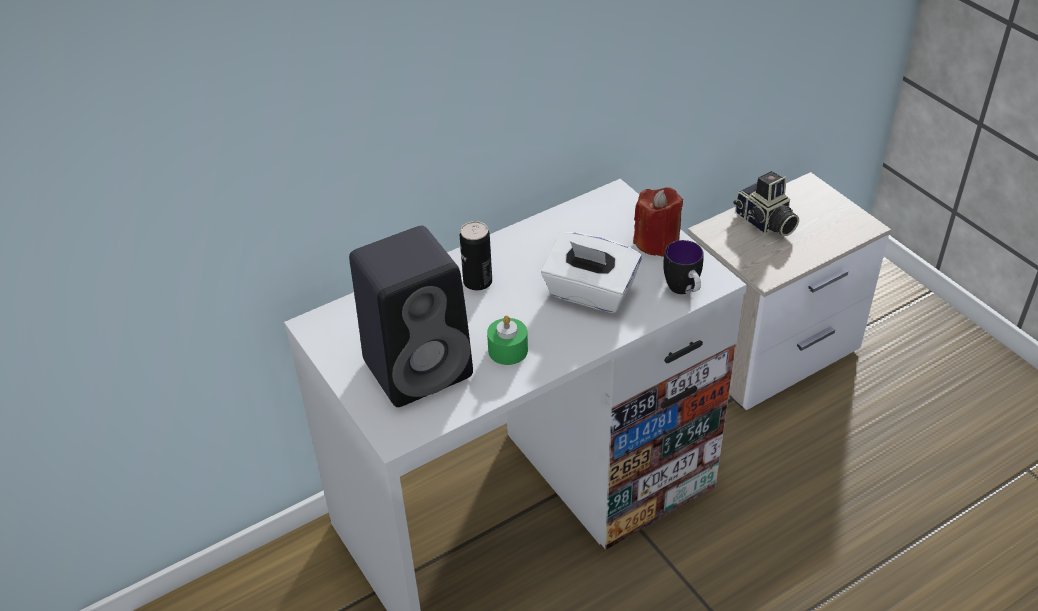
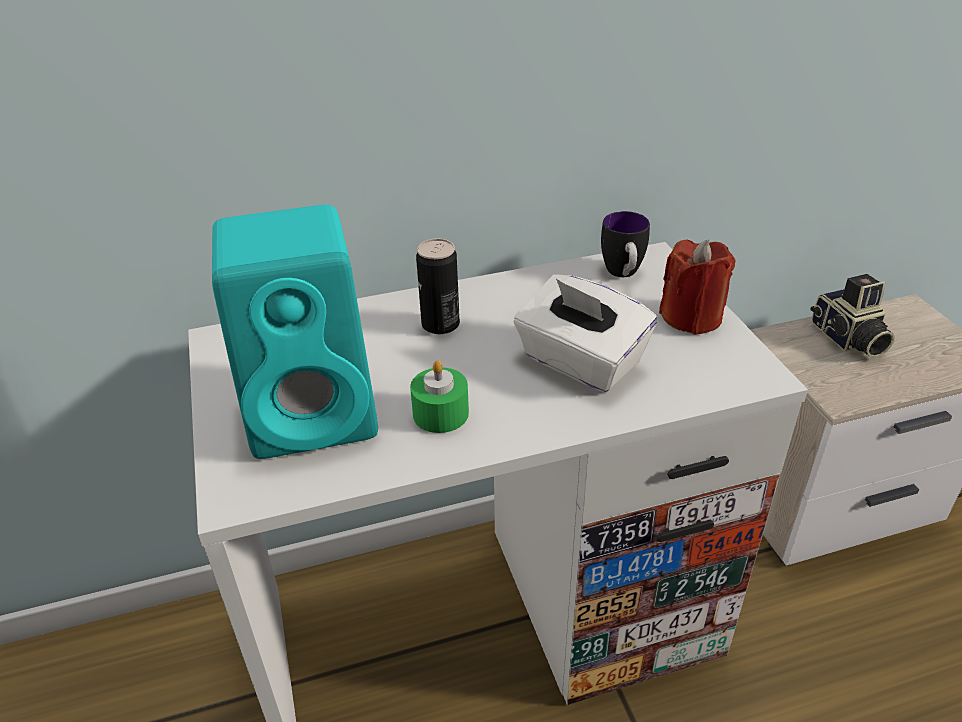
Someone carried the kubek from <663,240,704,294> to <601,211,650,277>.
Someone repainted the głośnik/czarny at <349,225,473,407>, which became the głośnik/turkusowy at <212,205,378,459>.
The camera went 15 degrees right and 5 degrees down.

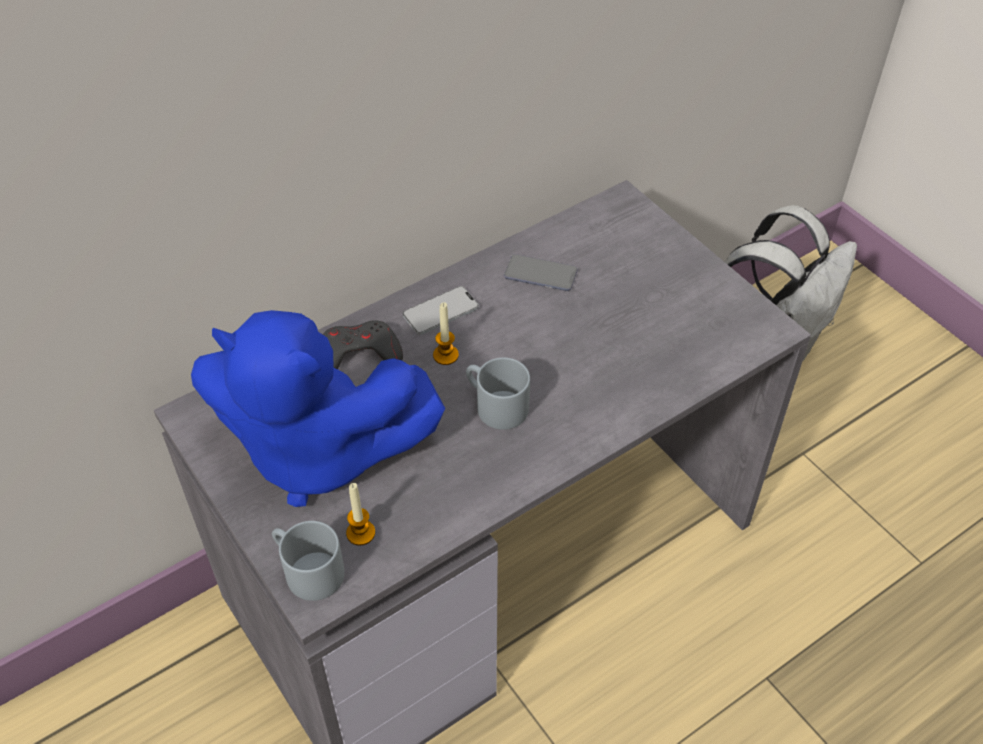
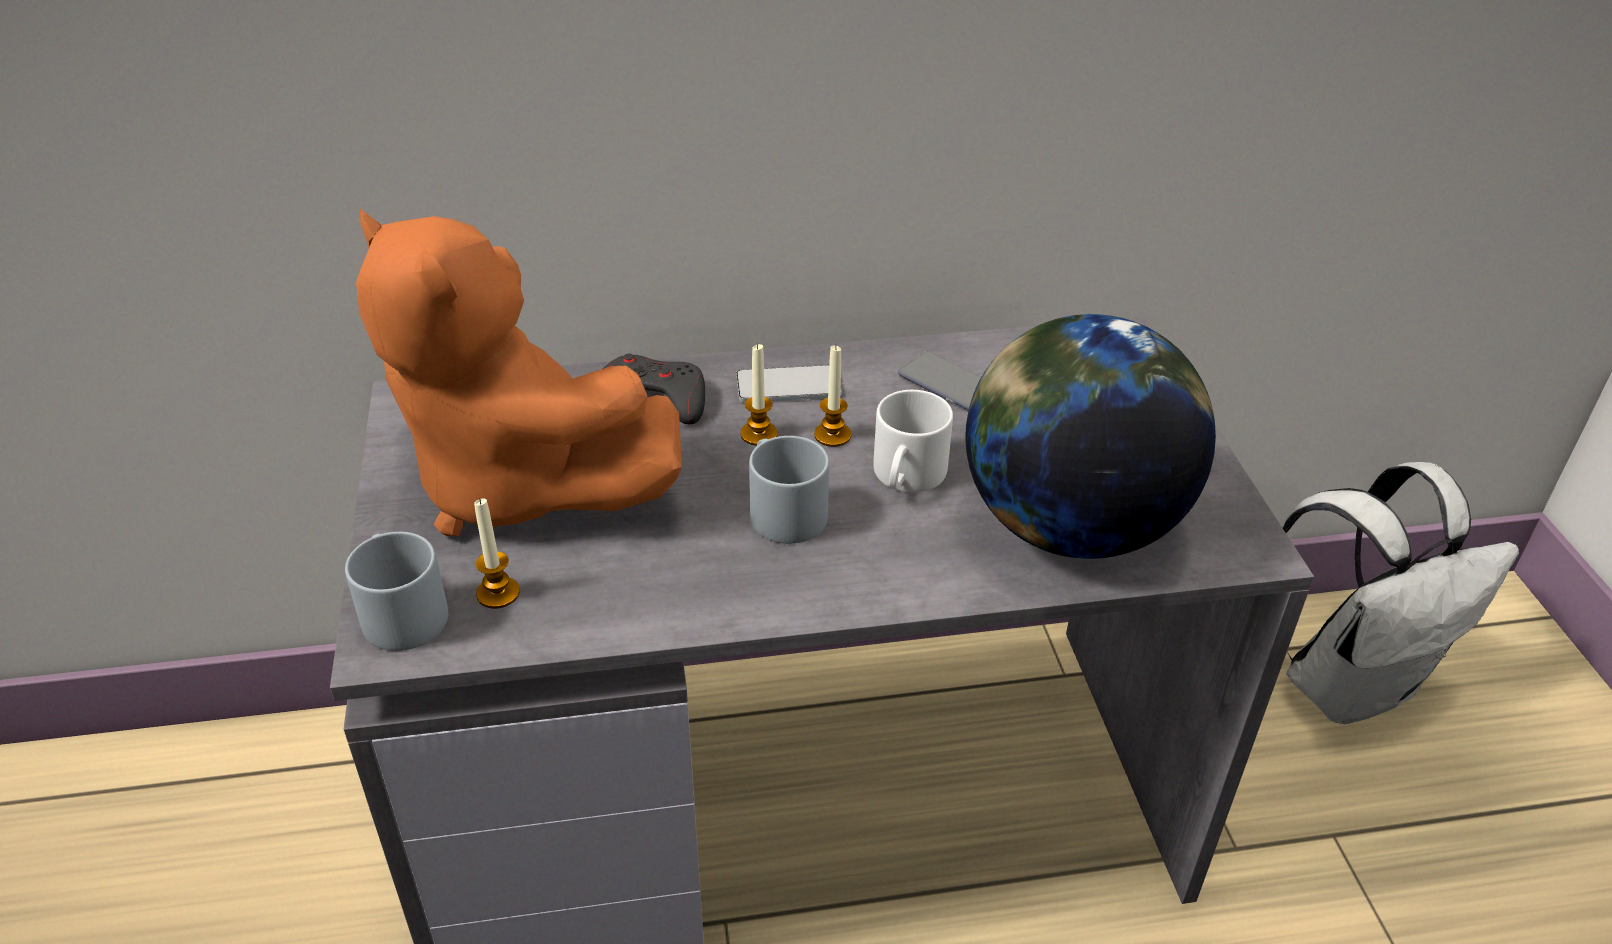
Someone put down the świeca at <814,345,851,447>.
Someone put down the kubek/biały at <873,390,953,492>.
Someone put down the globus at <966,314,1216,559>.
Someone repainted the pluszak/niebieski at <191,310,445,507>, which became the pluszak/pomarańczowy at <356,209,682,536>.
The camera went 25 degrees right and 10 degrees down.

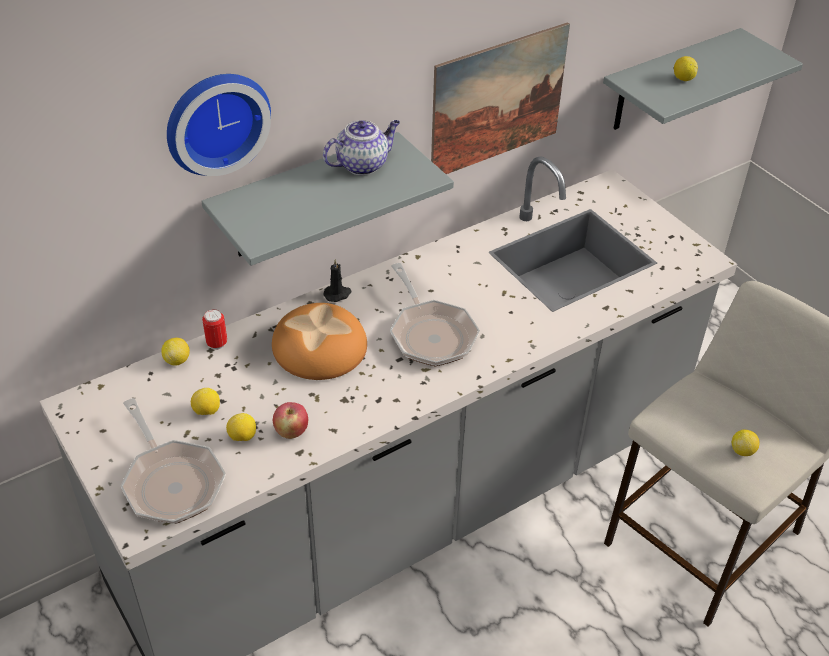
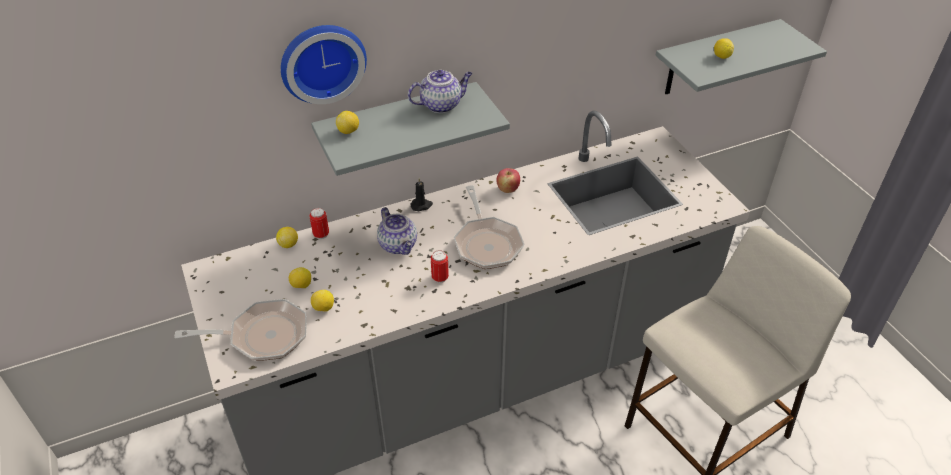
Someone took away the obraz at <431,22,570,174>.
Someone put down the puszka at <431,250,449,283>.
Someone carried the jabłko from <273,402,308,439> to <497,168,520,193>.
Someone carried the cytryna from <731,429,759,456> to <336,111,359,134>.
Someone swapped the chleb at <272,303,367,380> for the imbryk at <377,207,417,255>.
Someone rotated the patelnia at <120,398,226,524> by 75 degrees counterclockwise.
The camera went 10 degrees right and 0 degrees up.

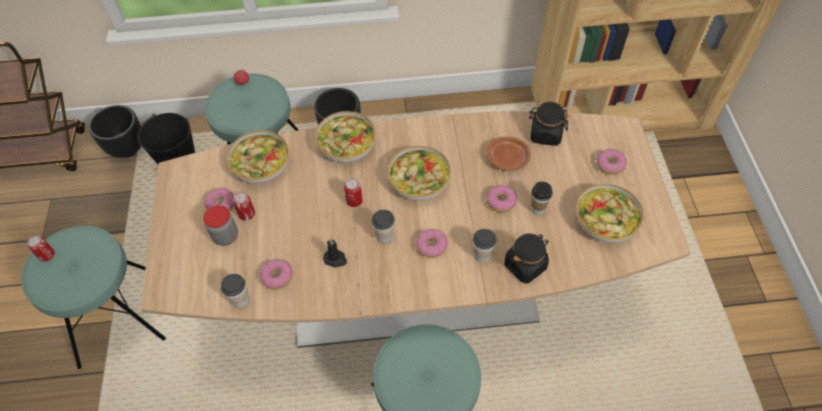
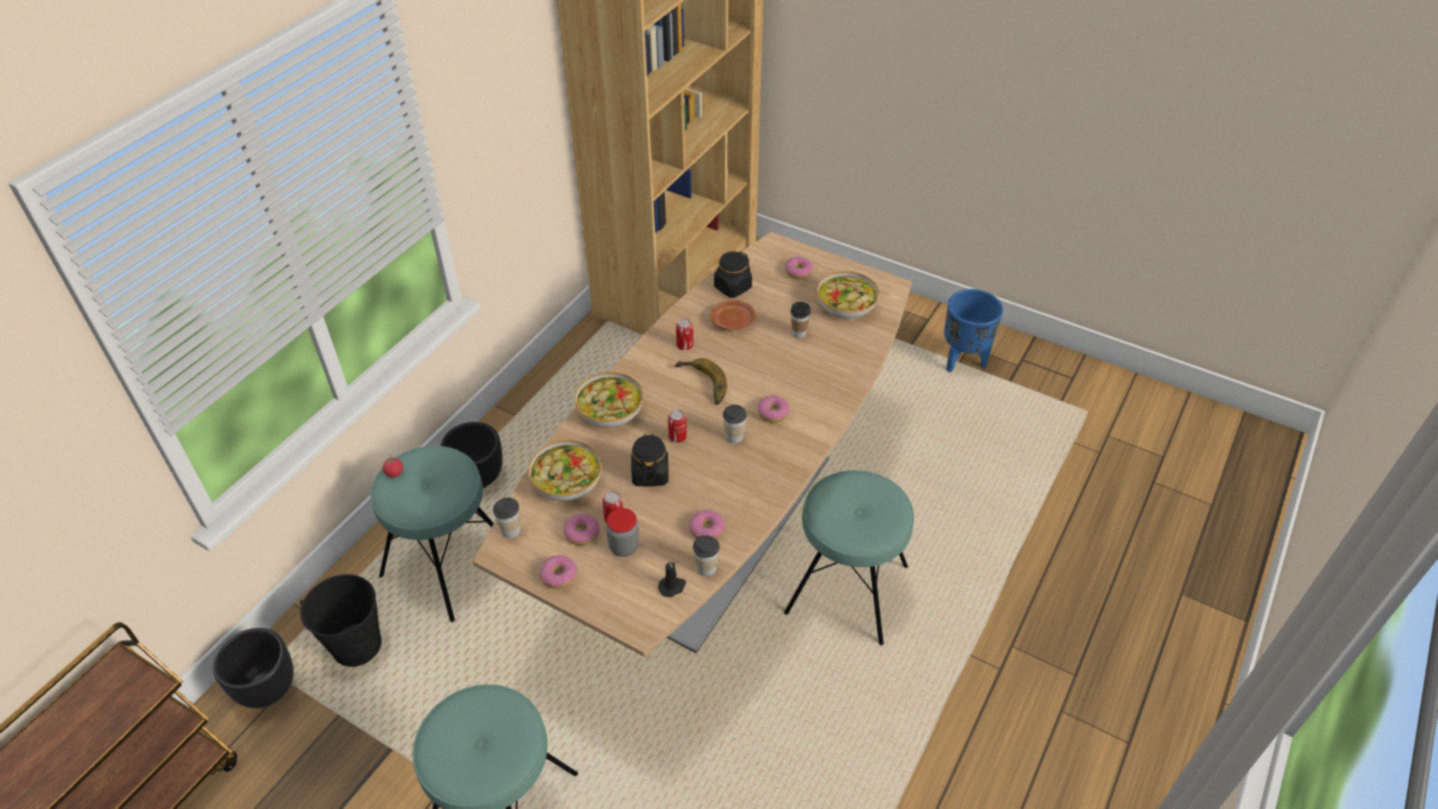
Someone put down the donica/niebieski at <944,289,1003,372>.
Someone carried the puszka from <27,235,55,262> to <676,318,693,350>.
Someone carried the świeca/czarny from <323,239,347,268> to <658,560,686,597>.
Someone carried the filiżanka from <473,229,496,263> to <493,498,521,538>.
Someone carried the donut from <486,185,517,212> to <539,555,577,589>.
Someone carried the słoik/czarny from <504,234,549,283> to <631,433,669,486>.
Someone swapped the miska at <388,146,451,200> for the banan at <675,358,727,405>.
The camera went 55 degrees left and 10 degrees down.

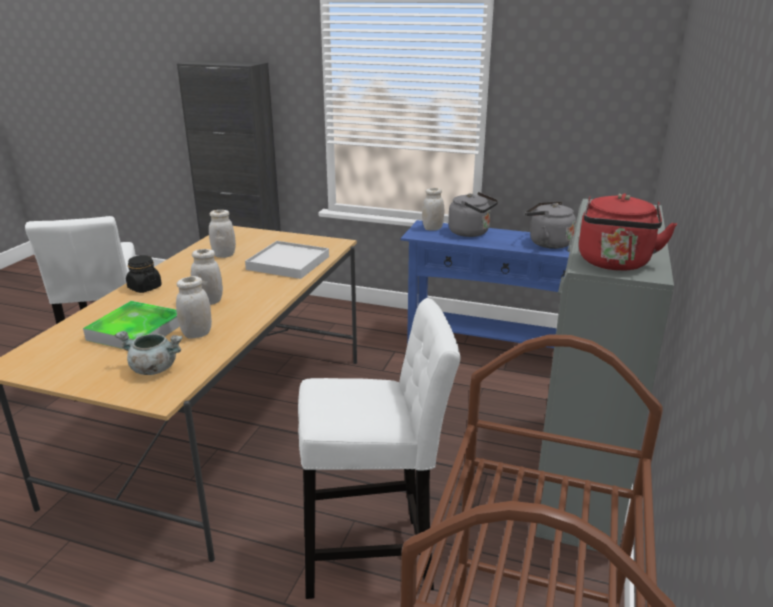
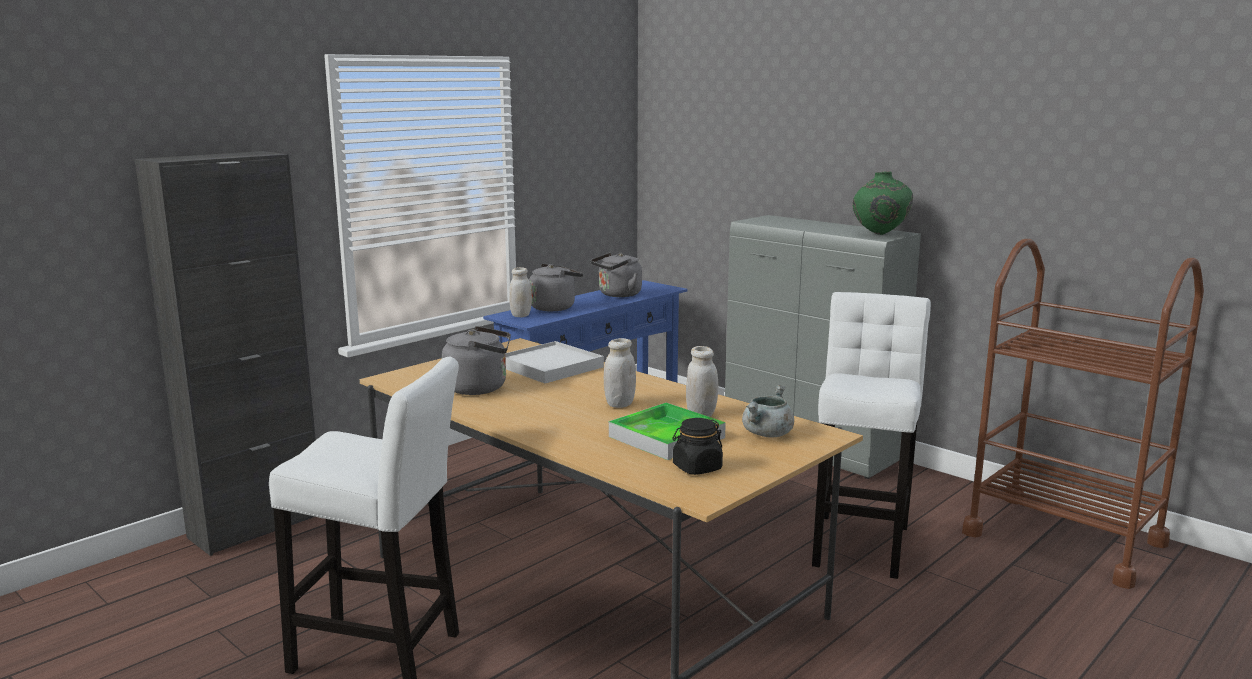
Someone carried the słoik/czarny from <126,255,162,293> to <672,418,723,475>.
Someone swapped the słoik/biały at <209,210,236,258> for the czajnik/szary at <442,326,511,395>.
Someone swapped the czajnik/czerwony at <579,193,677,271> for the wazon/zielony at <852,171,913,235>.
The camera went 65 degrees left and 10 degrees down.

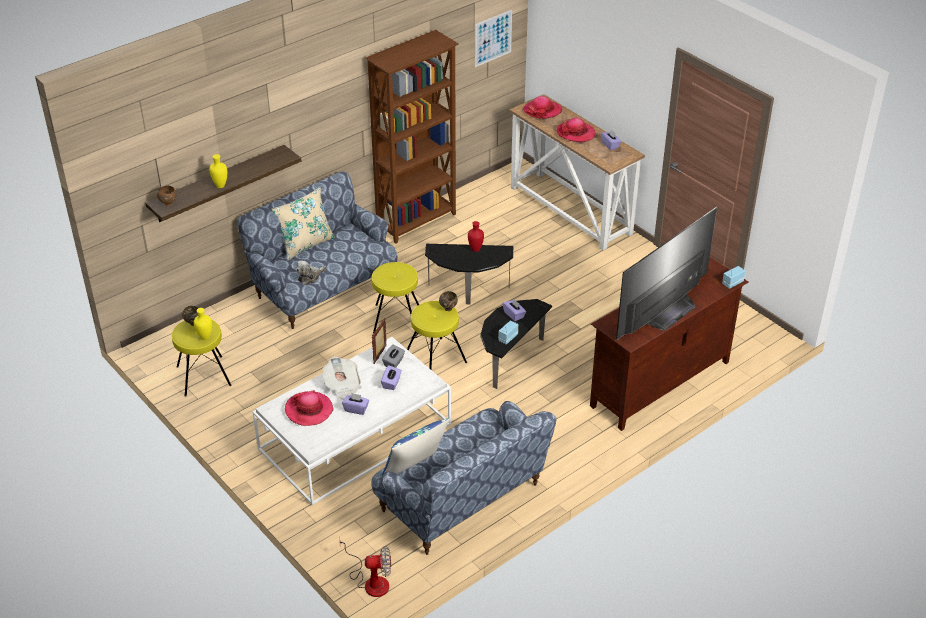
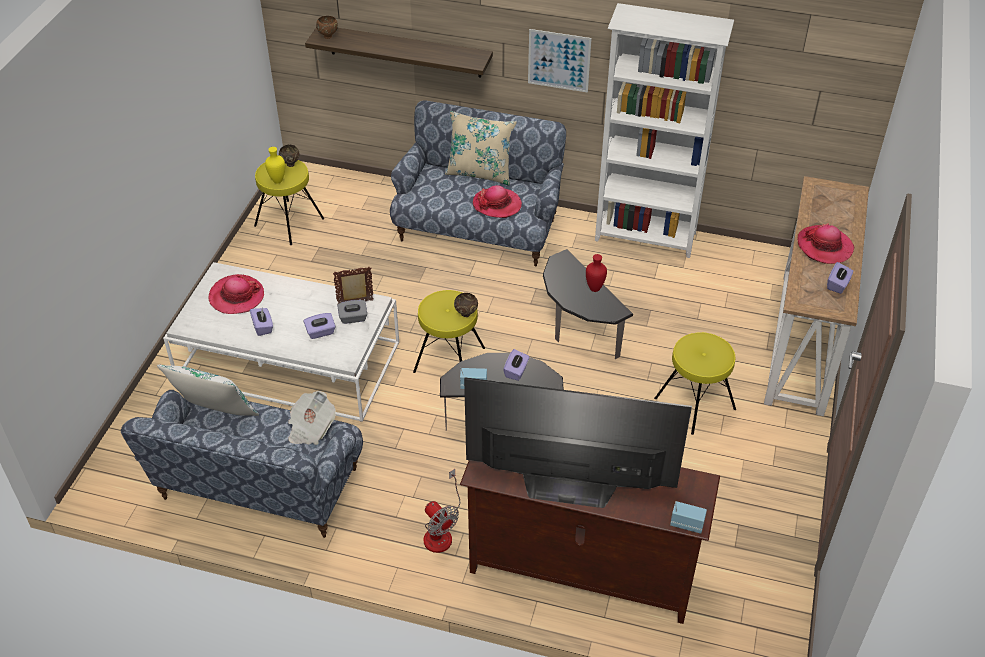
Someone took away the wazon/żółty at <209,154,227,188>.
Someone took away the pluszak at <296,261,326,285>.
Someone carried the gazeta from <323,356,362,400> to <288,391,336,445>.
Someone carried the wentylator from <339,539,391,597> to <423,469,460,553>.
Someone carried the stołek/żółty from <372,262,419,334> to <654,332,736,435>.
Someone carried the obraz from <475,10,512,67> to <528,29,592,93>.
Someone carried the kapelusz from <523,96,562,119> to <473,185,522,218>.
Someone repainted the regał/brązowy at <365,30,459,244>, which became the regał/biały at <595,3,734,258>.
Someone repainted the poduszka/niebieski at <380,418,450,478>, which became the poduszka/biały at <157,365,259,416>.
The camera went 55 degrees right and 5 degrees up.

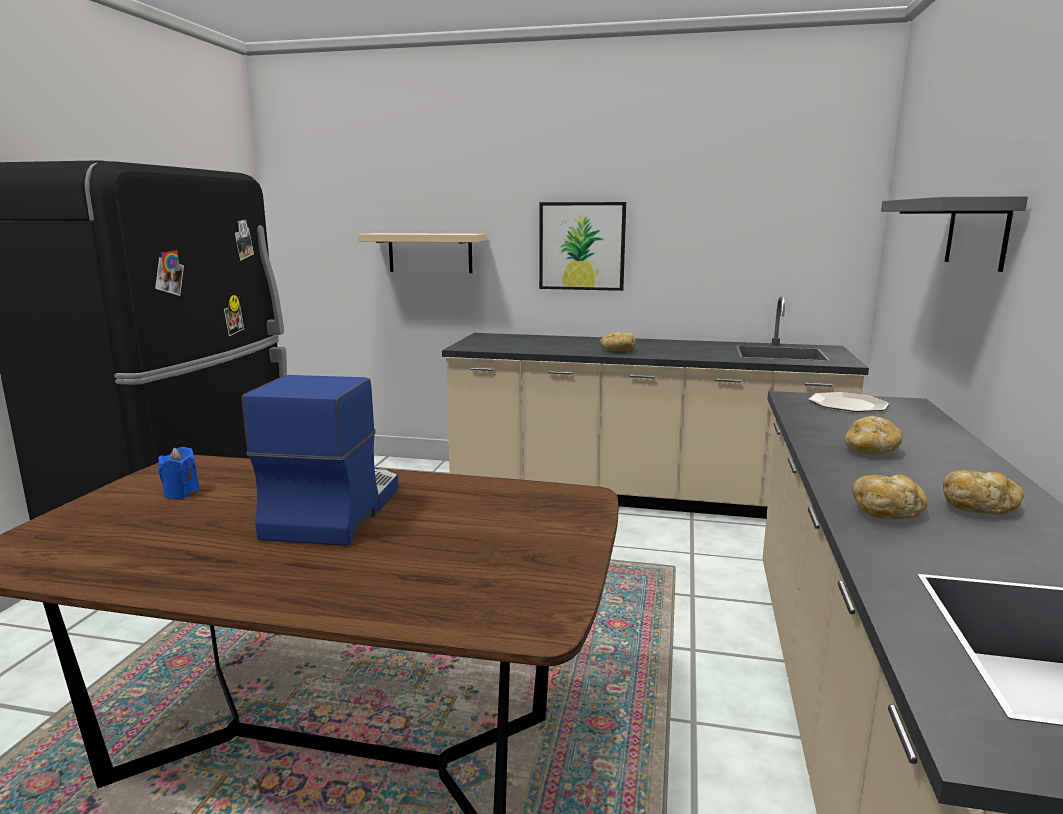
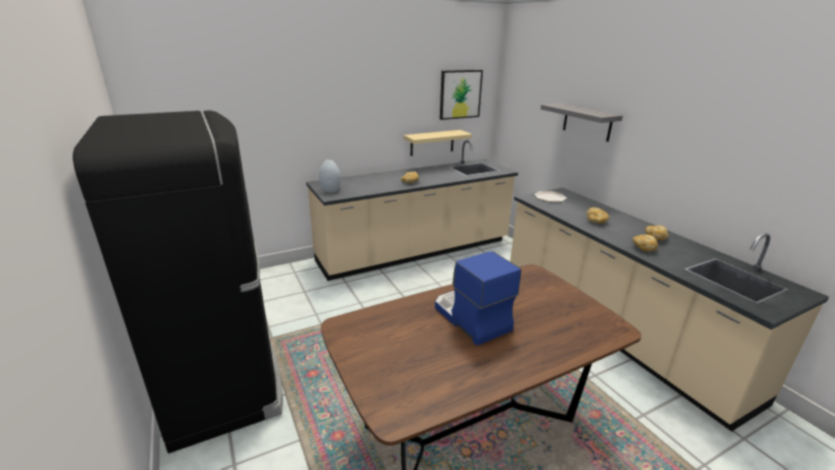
Someone took away the świeca/niebieski at <158,447,200,499>.
Someone put down the wazon/szary at <319,159,341,193>.
Someone carried the półka/beżowy from <358,233,486,273> to <403,130,472,156>.
Someone carried the obraz from <539,202,626,291> to <440,70,483,120>.
The camera went 40 degrees left and 10 degrees up.

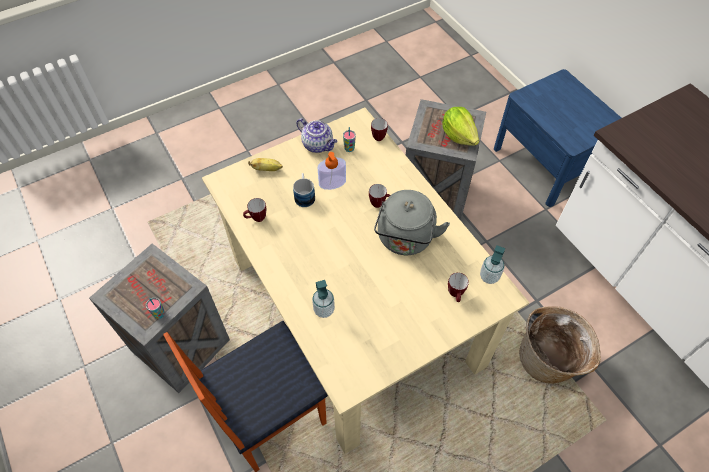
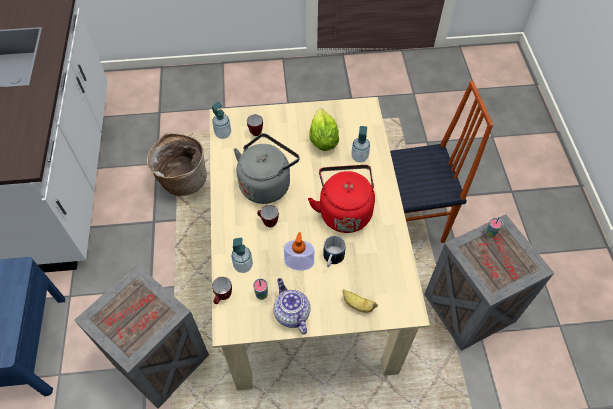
Someone took away the kubek at <243,198,266,222>.
Someone put down the dozownik mydła at <231,238,253,273>.
Someone put down the czajnik/czerwony at <308,165,375,233>.
Someone carried the sałata from <442,107,479,146> to <309,109,339,151>.
The camera went 155 degrees left and 0 degrees up.

